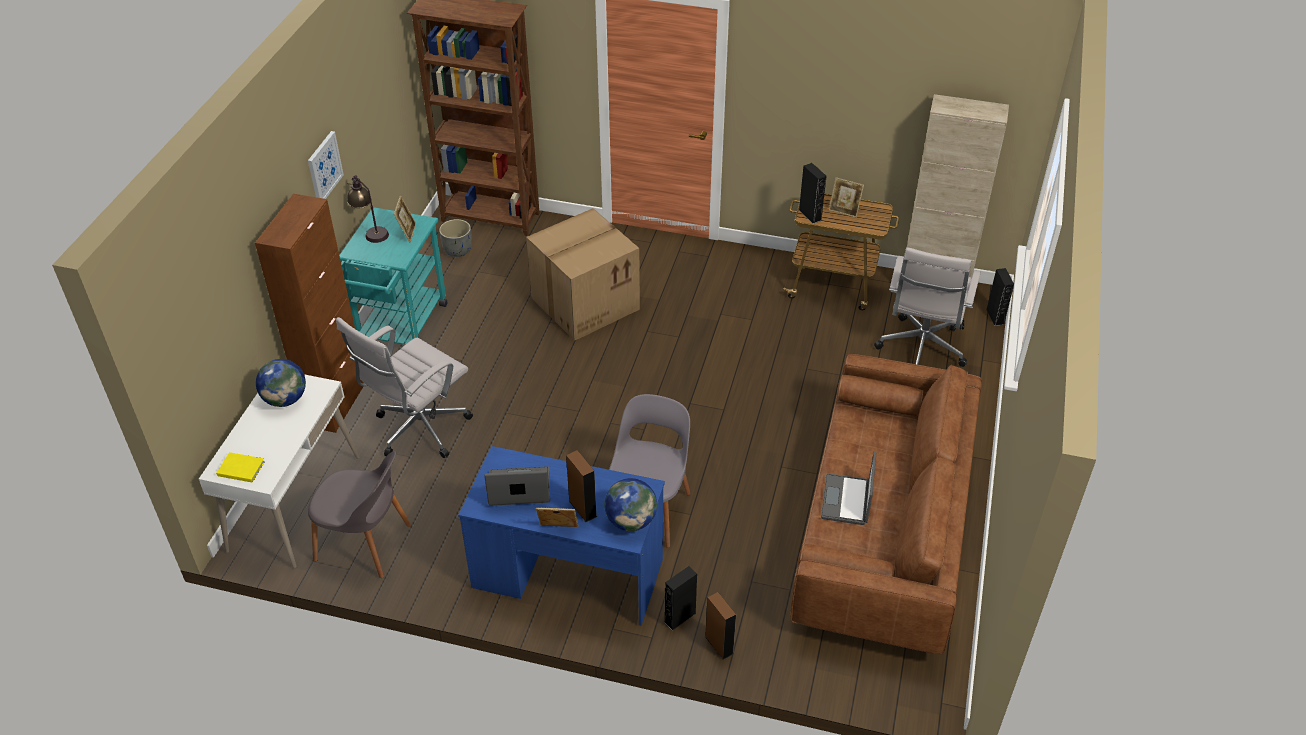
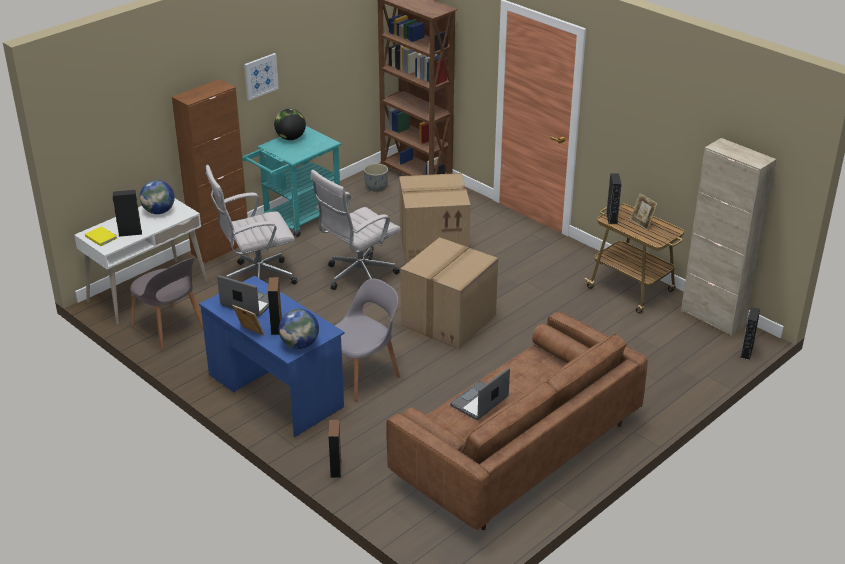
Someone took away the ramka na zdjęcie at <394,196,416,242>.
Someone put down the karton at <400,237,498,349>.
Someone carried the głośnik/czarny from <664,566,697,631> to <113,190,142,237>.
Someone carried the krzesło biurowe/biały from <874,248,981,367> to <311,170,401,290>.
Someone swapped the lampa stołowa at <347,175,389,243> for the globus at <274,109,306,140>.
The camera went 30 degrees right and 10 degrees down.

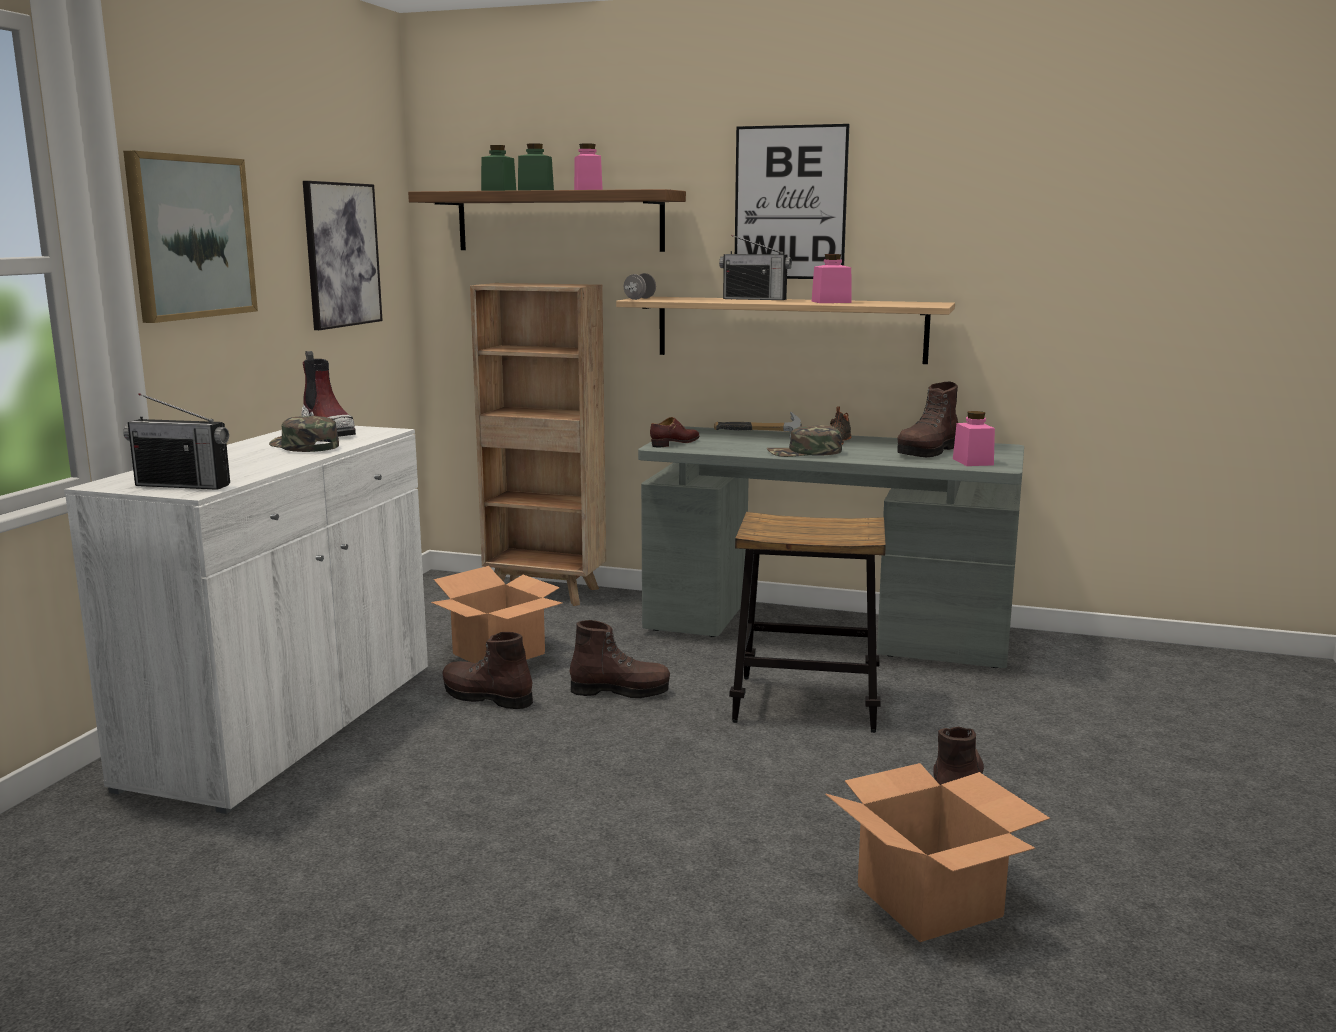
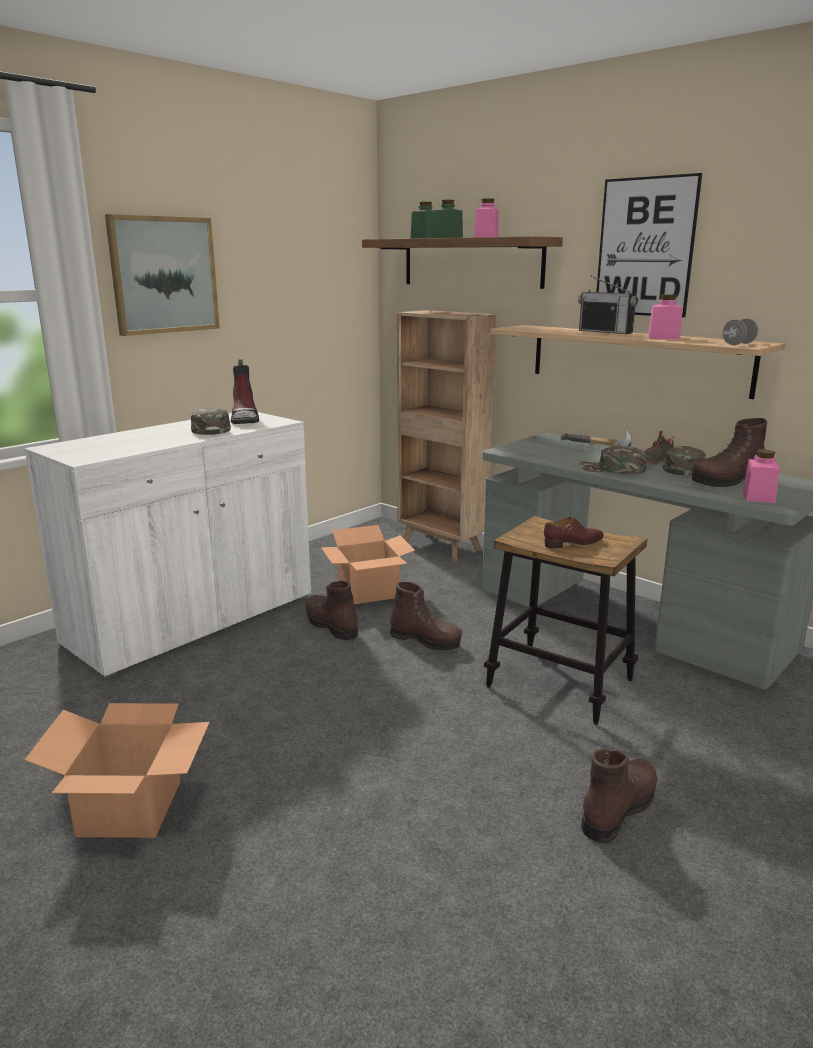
Someone took away the radio at <123,393,230,490>.
Someone took away the obraz at <303,181,383,330>.
Someone put down the czapka z daszkiem/zielony at <663,446,706,476>.
Someone carried the hantel/szary from <624,273,656,300> to <723,318,758,345>.
Someone carried the but/brązowy from <650,417,700,447> to <544,516,604,548>.
Someone carried the karton from <825,763,1050,942> to <25,703,210,838>.
The camera went 25 degrees right and 5 degrees up.

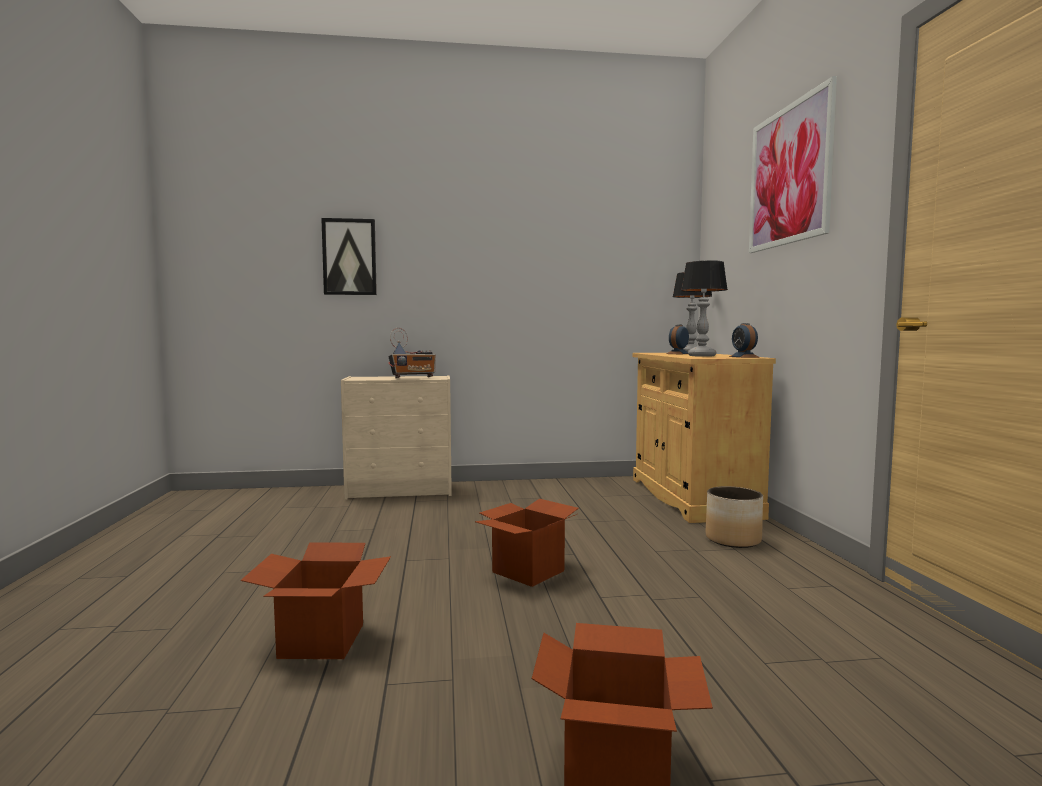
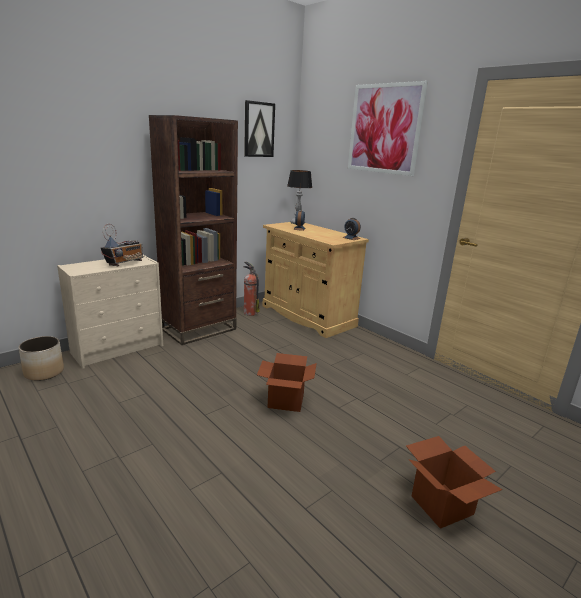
Someone took away the karton at <241,543,391,659>.
Someone took away the lampa stołowa at <681,260,728,357>.
Someone put down the regał/brązowy at <149,115,238,345>.
Someone put down the gaśnica at <243,261,260,316>.
Someone carried the obraz from <321,218,377,295> to <244,100,275,157>.
Someone carried the donica from <706,486,763,548> to <18,336,64,381>.
The camera went 35 degrees left and 15 degrees up.

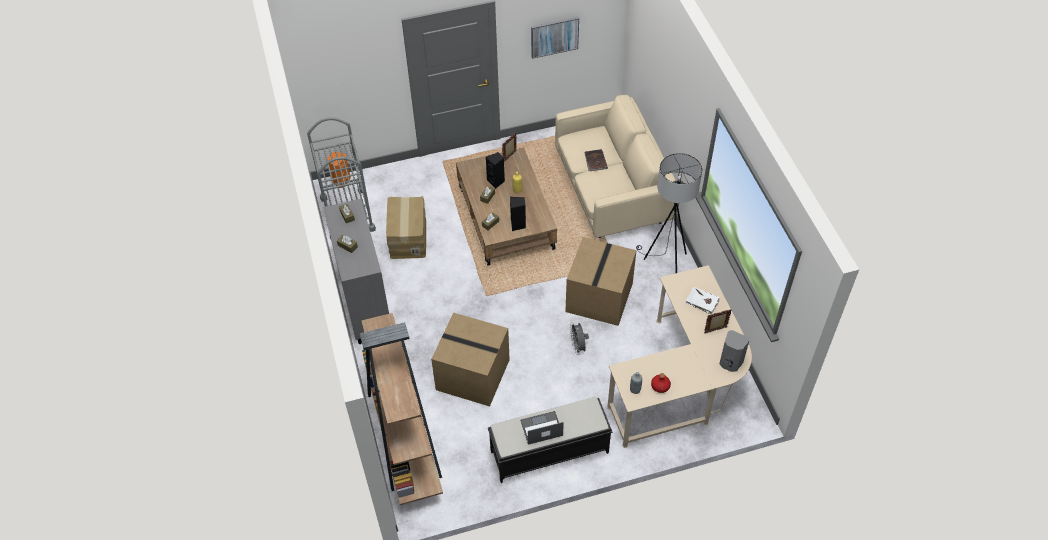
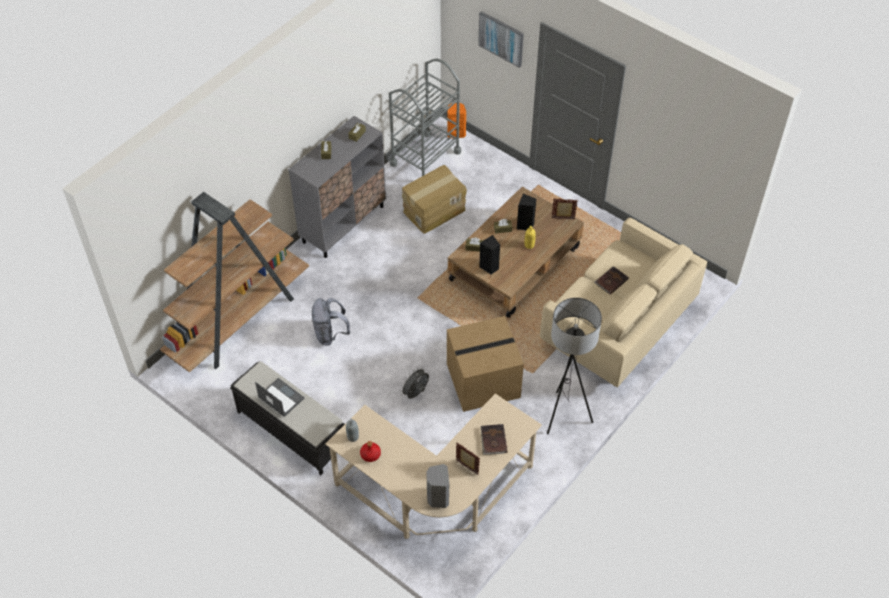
Someone carried the obraz from <531,17,579,59> to <478,11,524,68>.
Someone swapped the karton at <431,312,510,406> for the plecak/szary at <312,298,350,345>.
Someone repainted the książka/biały at <685,287,719,314>, which became the książka/brązowy at <481,424,508,455>.
The camera went 55 degrees right and 0 degrees up.

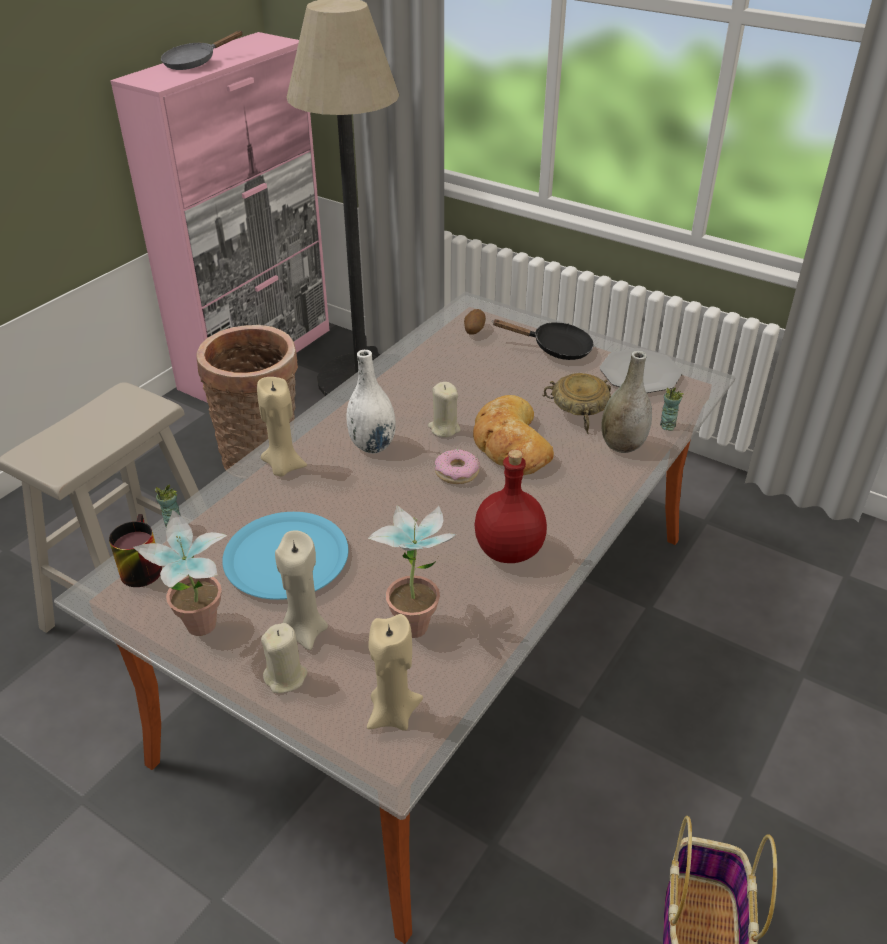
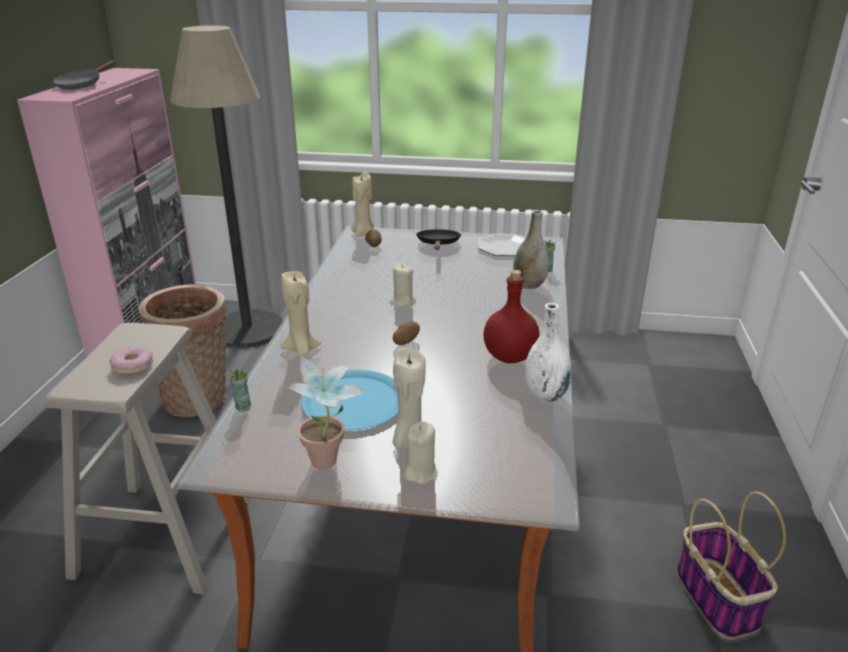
Someone took away the kubek at <109,514,162,587>.
Someone took away the roślina doniczkowa at <368,505,457,638>.
Someone took away the chleb at <473,395,554,475>.
Someone took away the miska/beżowy at <542,373,611,434>.
Someone put down the ziemniak at <393,322,420,345>.
Someone carried the wazon/biały from <346,350,396,454> to <525,303,572,403>.
Someone carried the świeca/beżowy from <367,614,423,731> to <351,173,374,237>.
Someone carried the donut from <435,449,480,484> to <110,347,153,375>.
Someone rotated the patelnia/czarny at <492,319,594,360> by 75 degrees counterclockwise.
The camera went 25 degrees left and 10 degrees down.

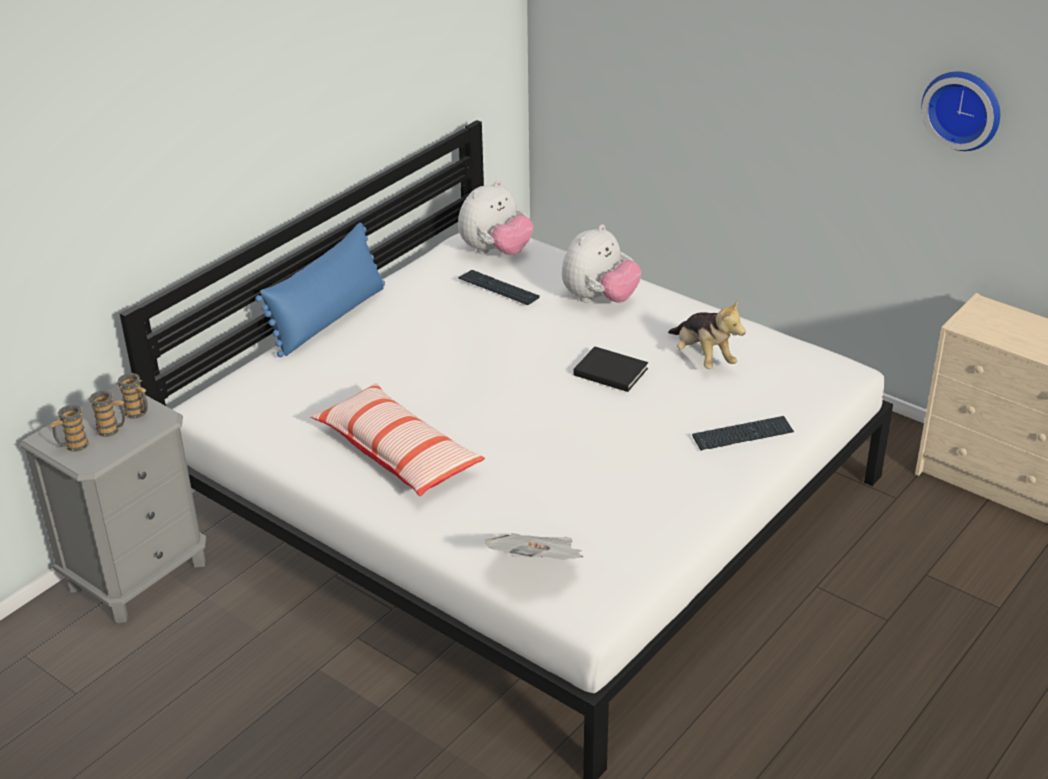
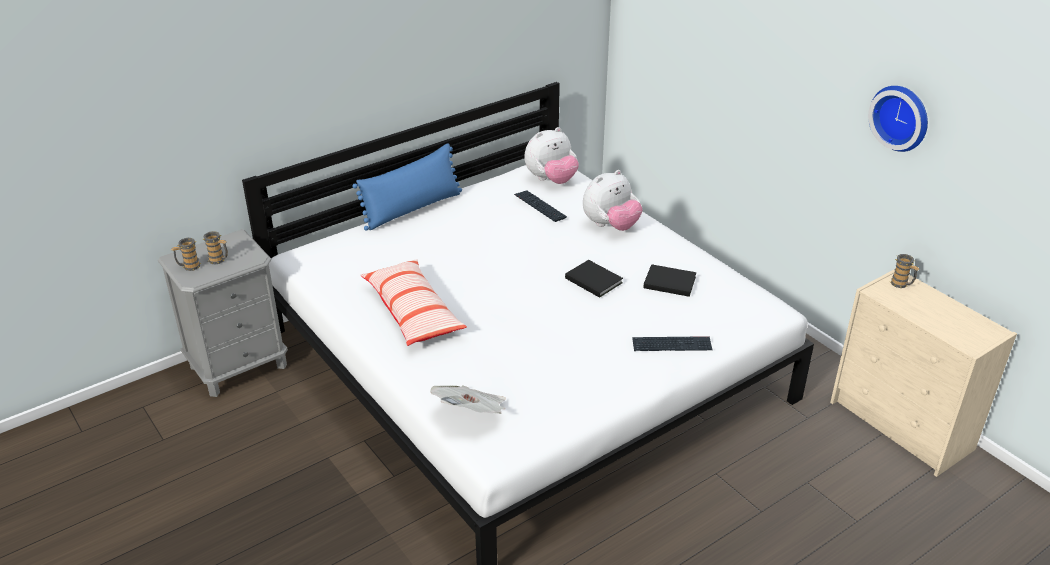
Someone carried the kubek from <116,373,148,418> to <891,254,919,288>.
Someone swapped the pluszak at <668,300,746,369> for the książka/czarny at <643,264,696,297>.
The camera went 15 degrees right and 0 degrees up.

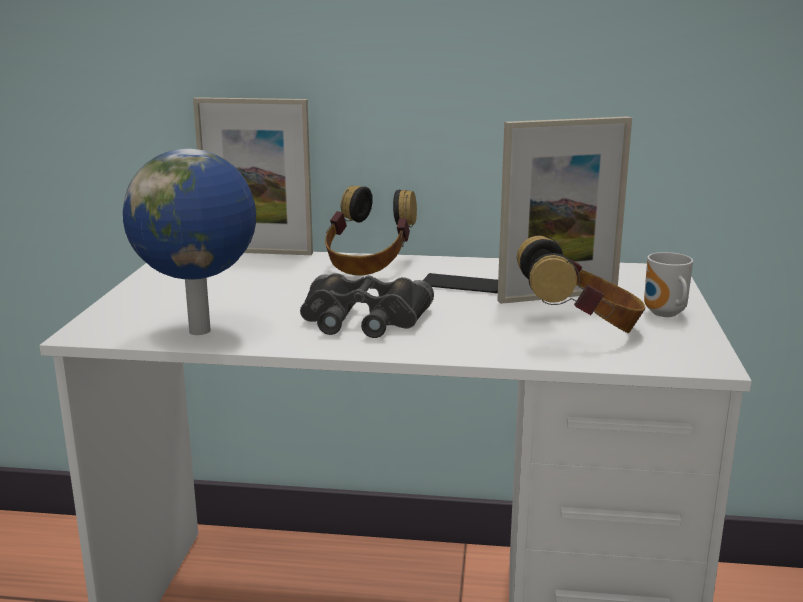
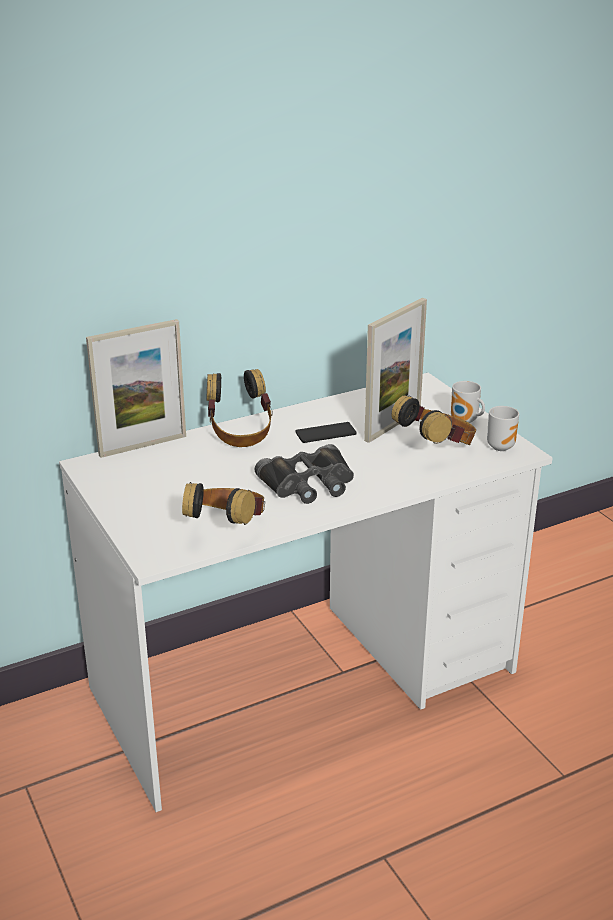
Someone put down the kubek at <487,406,519,451>.
Someone swapped the globus at <123,149,256,335> for the słuchawki at <182,482,265,525>.
The camera went 35 degrees left and 10 degrees up.

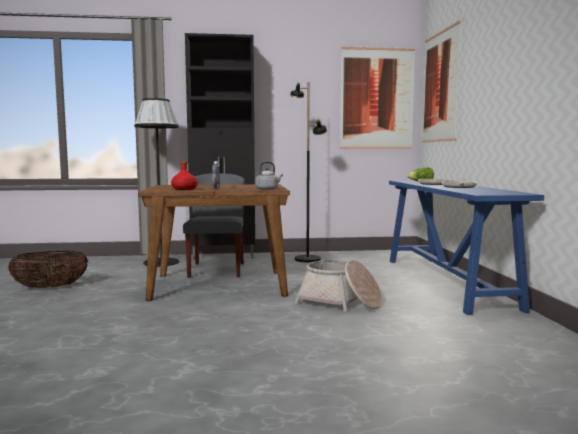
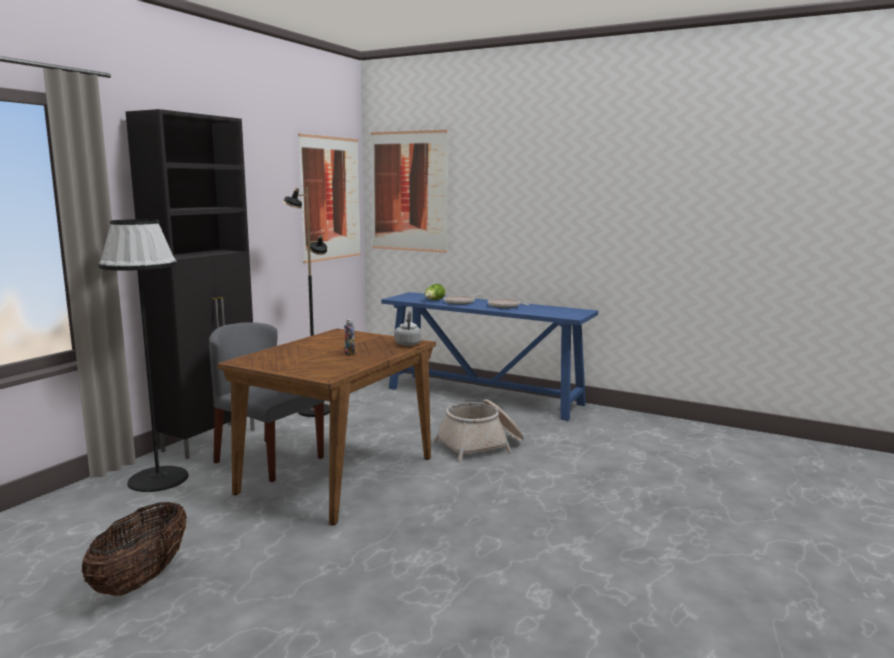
Someone took away the butelka/czerwony at <171,161,198,190>.
The camera went 55 degrees left and 5 degrees up.

